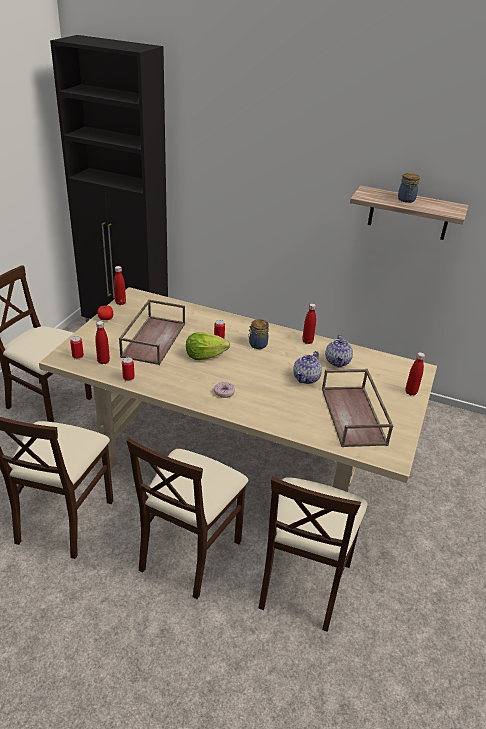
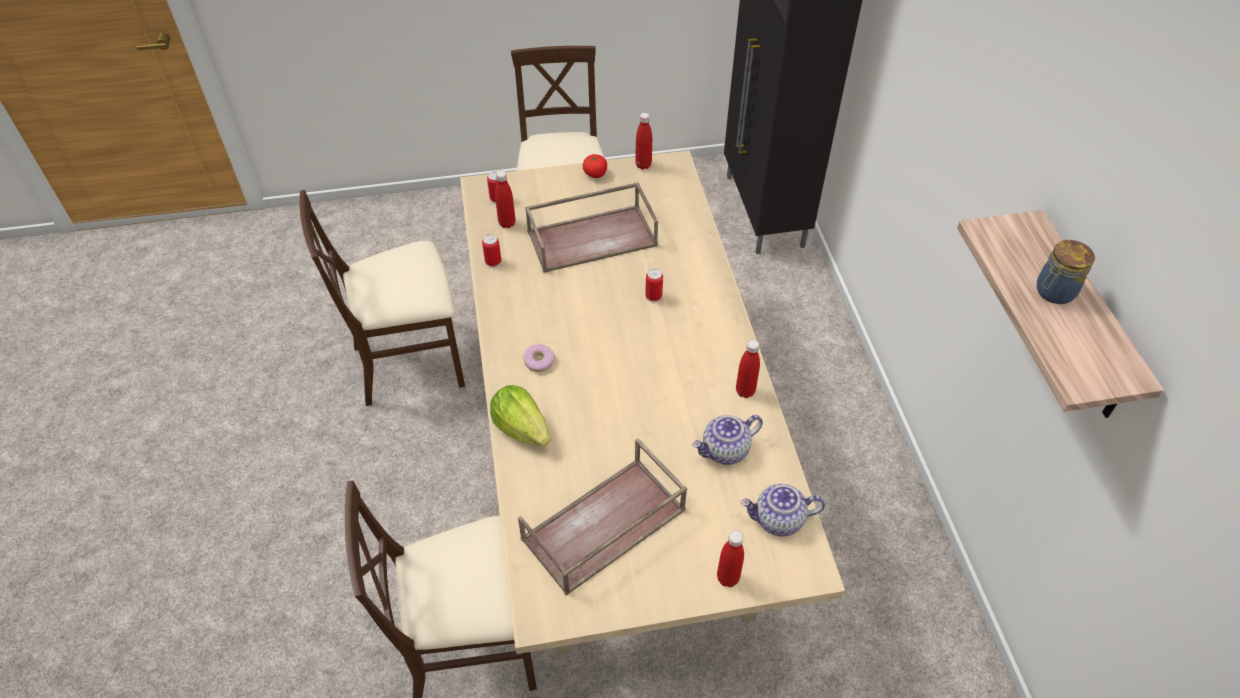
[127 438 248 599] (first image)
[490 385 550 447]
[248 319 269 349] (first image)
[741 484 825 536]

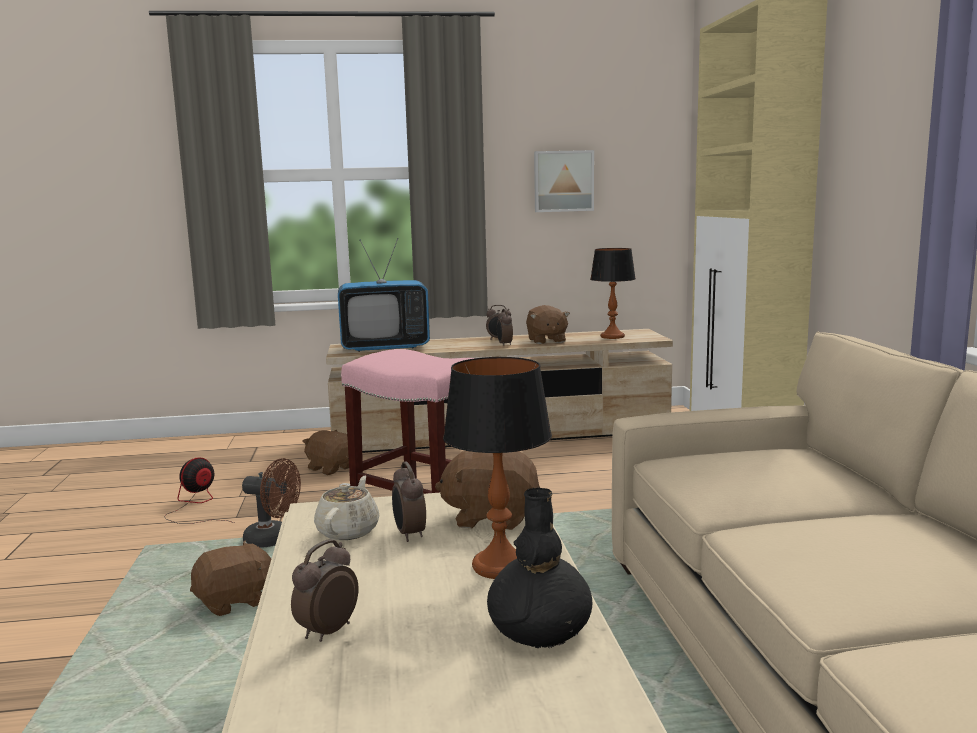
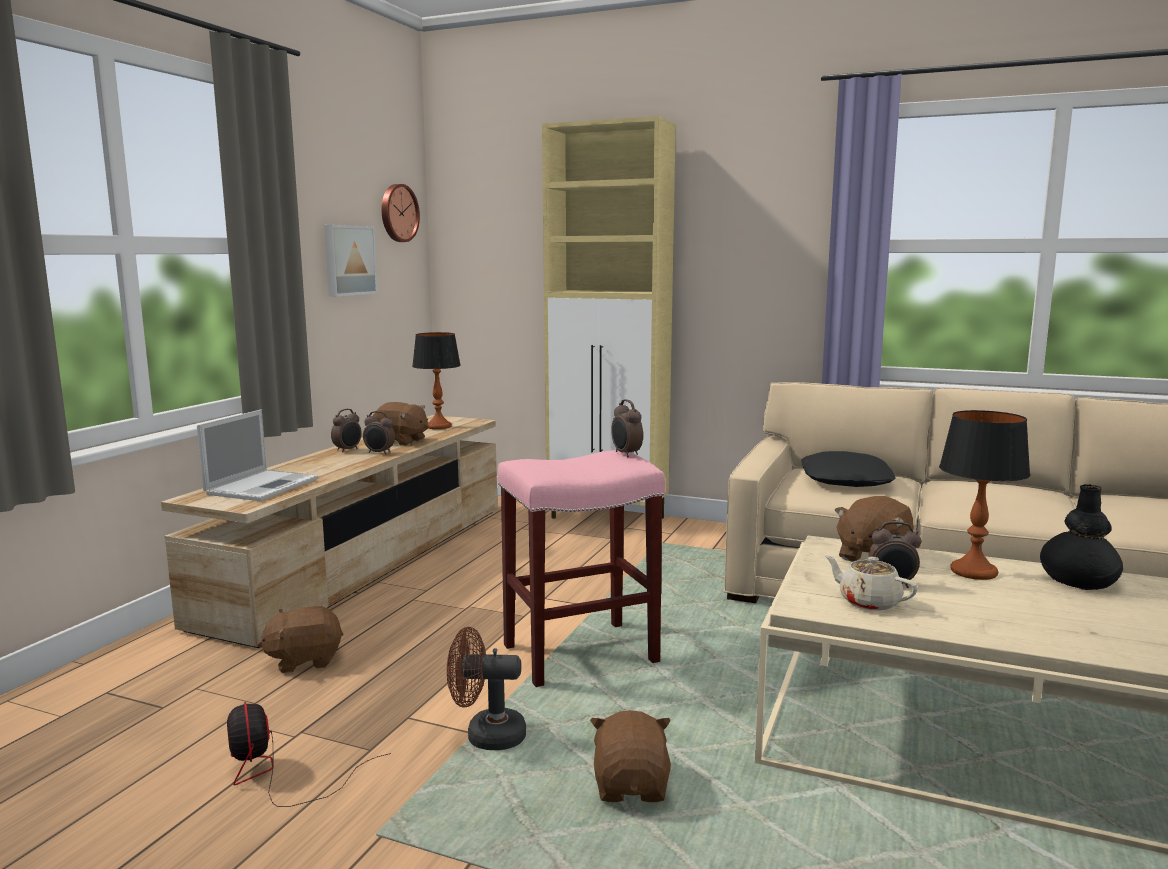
[447 627 526 750]
[611 399 643 457]
[197 410 318 501]
[381 184 420 242]
[801 451 896 487]

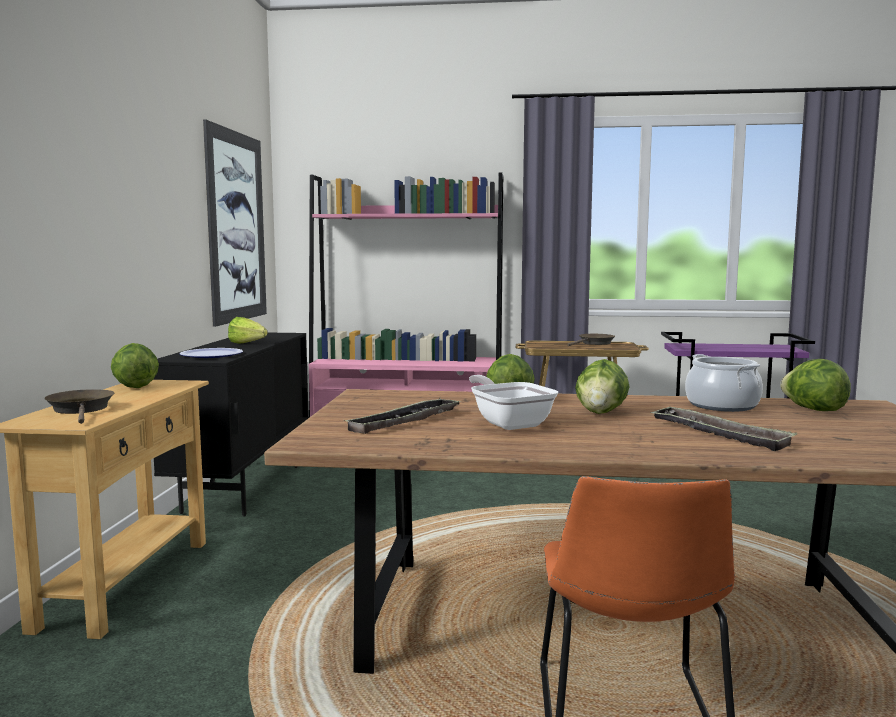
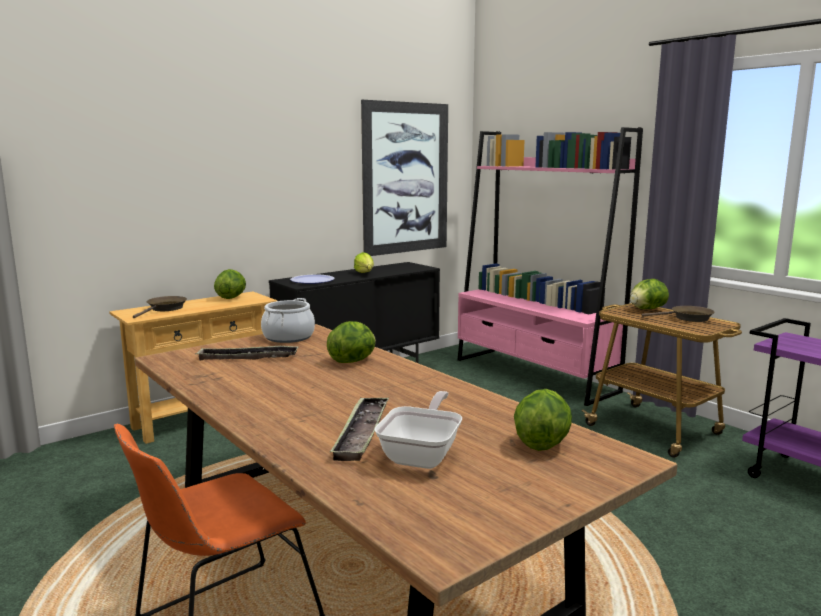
[374 391 462 469]
[630 279 669 309]
[261 298 315 343]

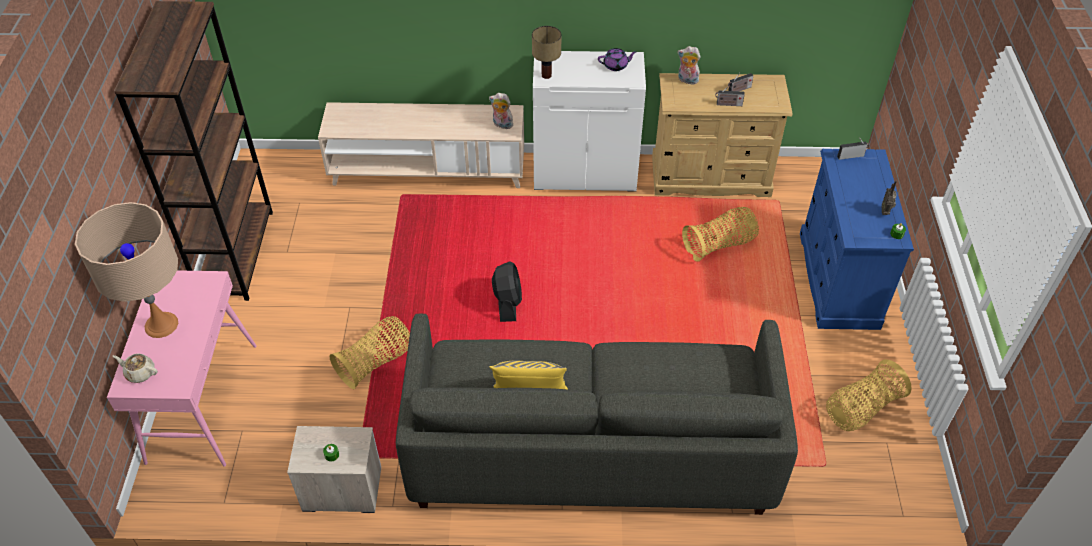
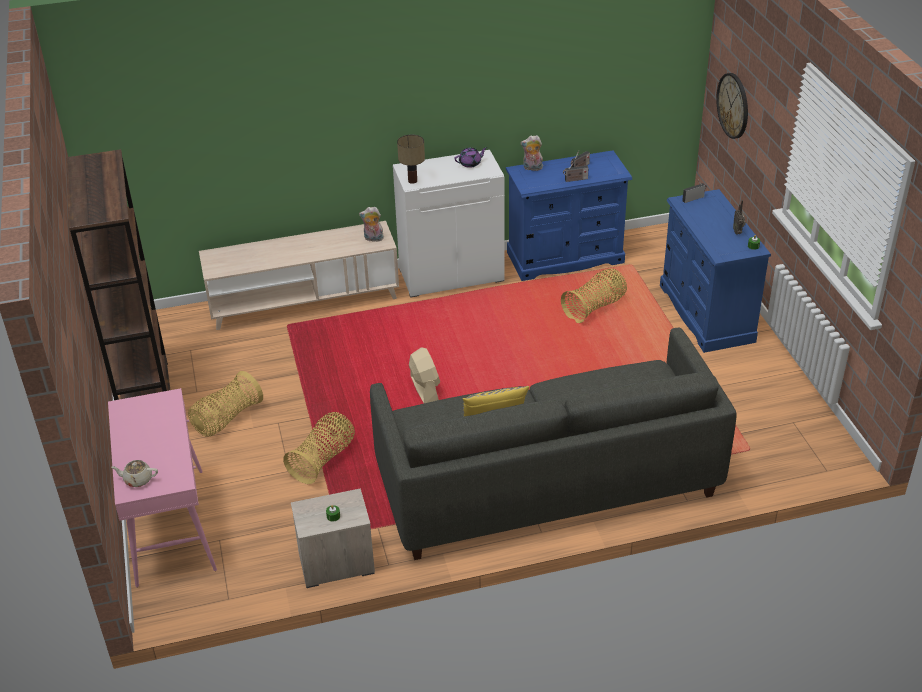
[75 202 178 338] (first image)
[409 347 440 403]
[506 150 632 281]
[188 371 263 437]
[716 73 748 139]

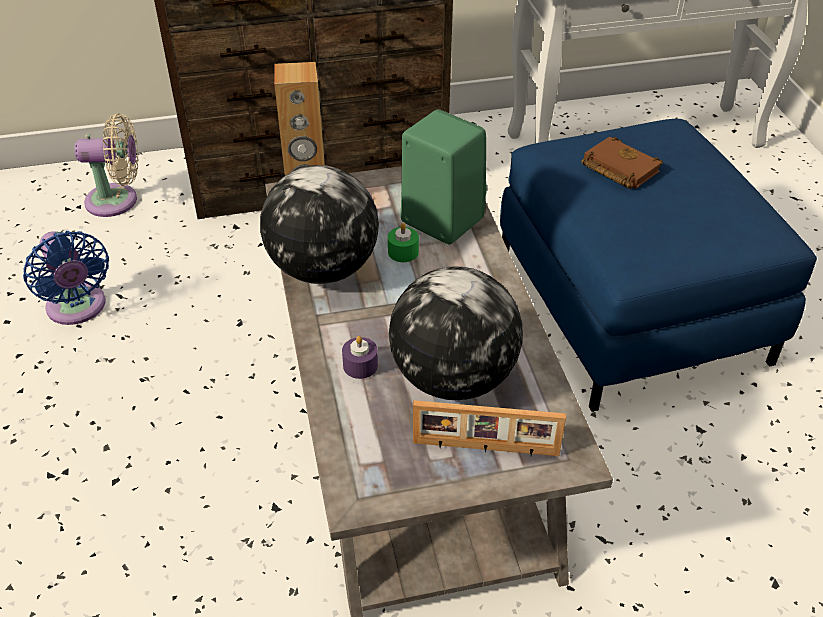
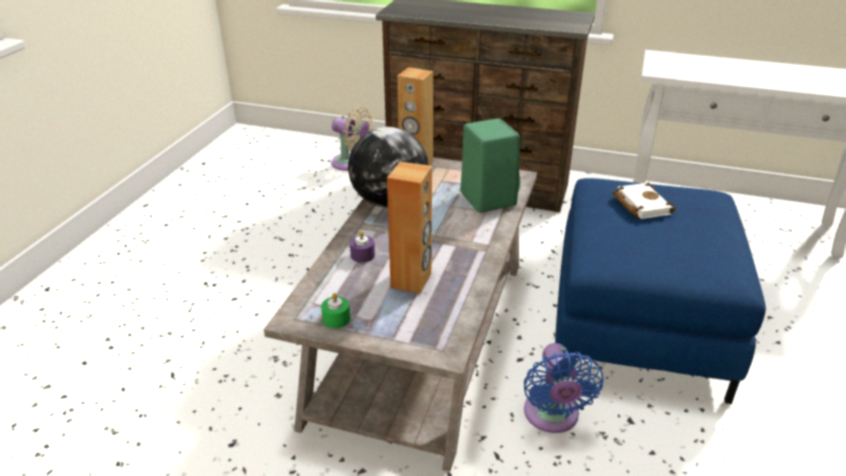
[524 343 604 433]
[321 293 350 328]
[387 162 432 294]
[413 400 566 456] (first image)
[612 183 676 219]

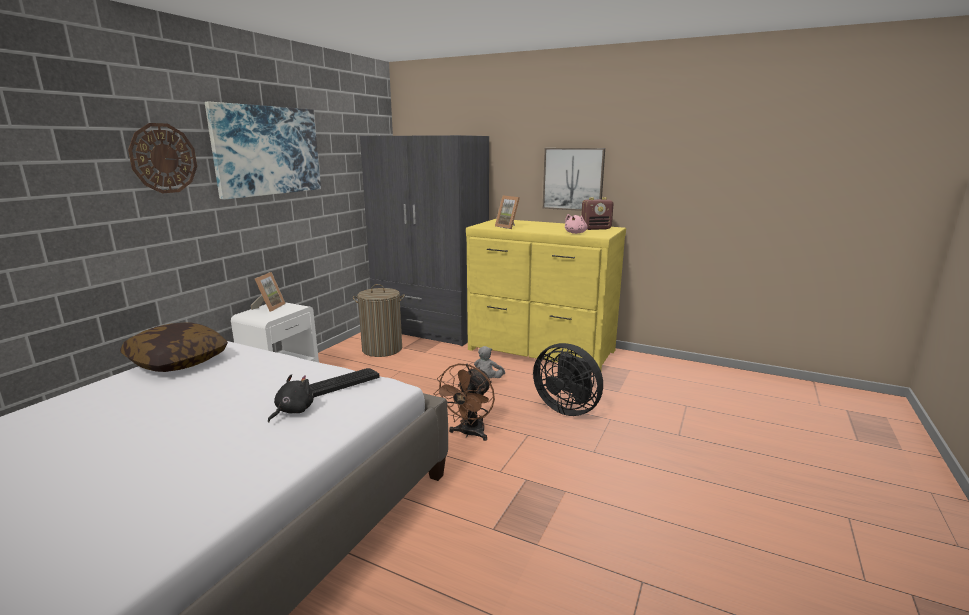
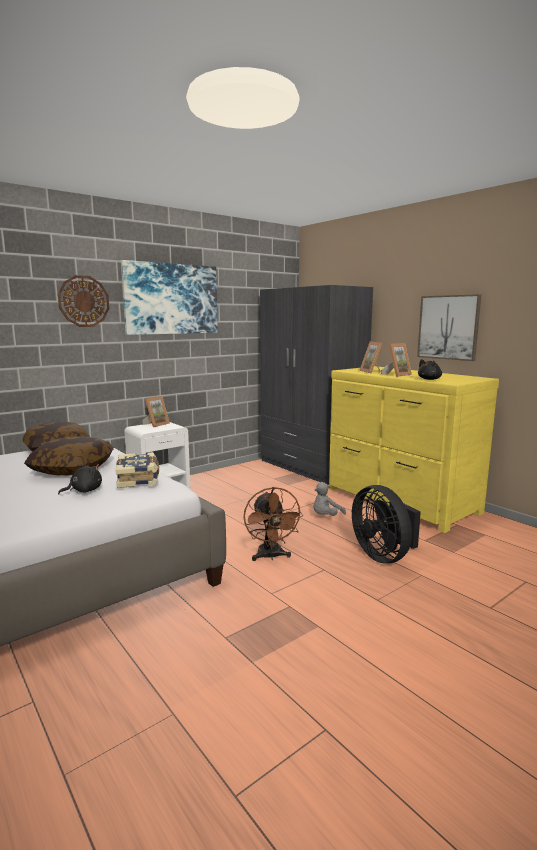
[115 452 159 488]
[353 284 405 357] (first image)
[244 487 303 561]
[418 359 442 380]
[581 197 614 230] (first image)
[24 436 114 476]
[381 343 412 377]

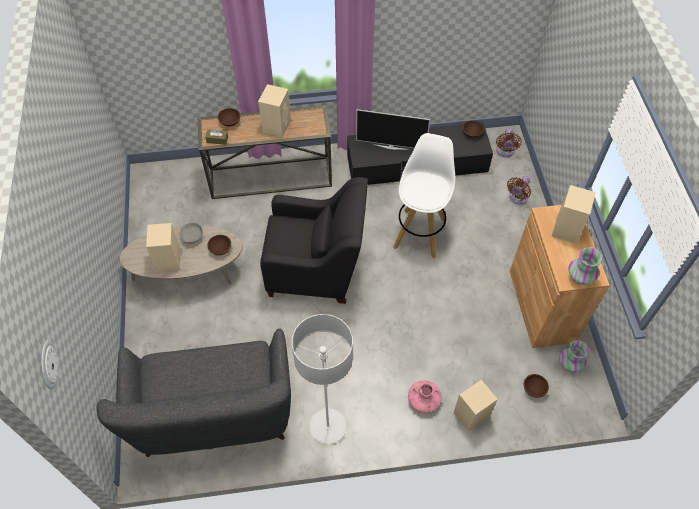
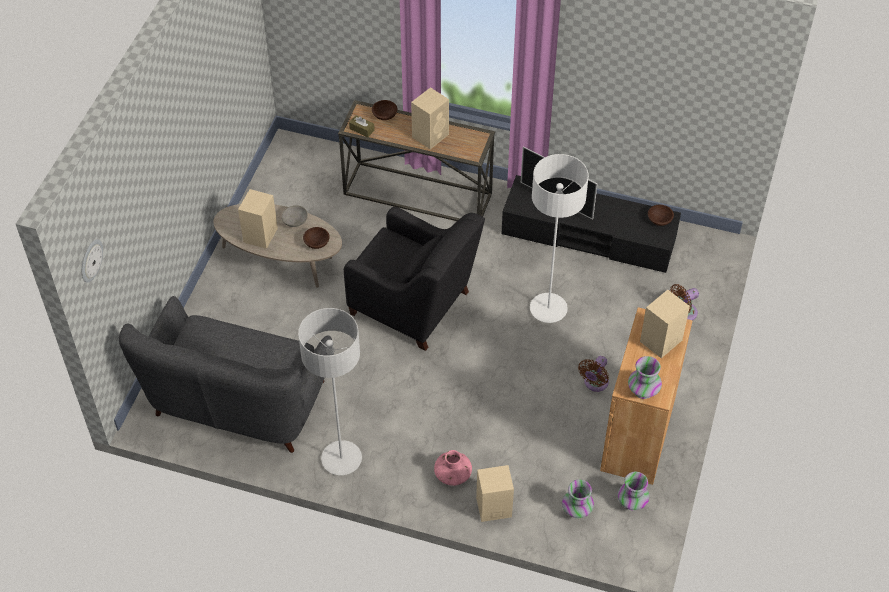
[530 154 589 323]
[578 356 609 392]
[562 479 594 518]

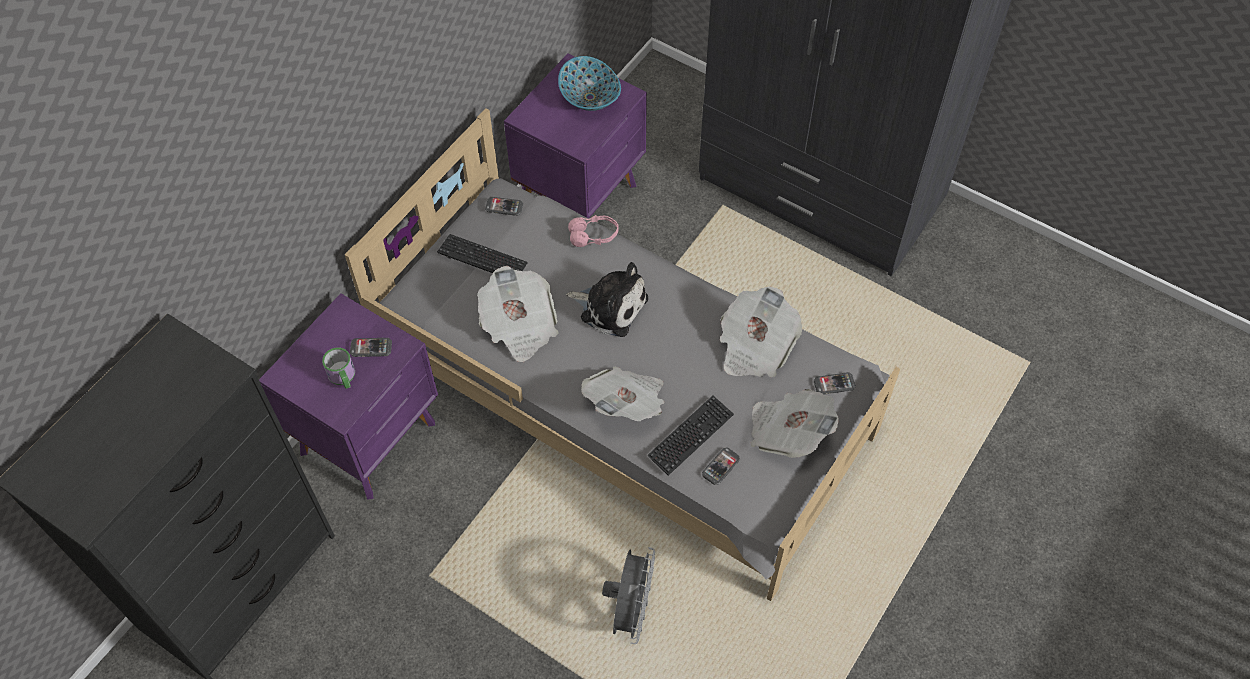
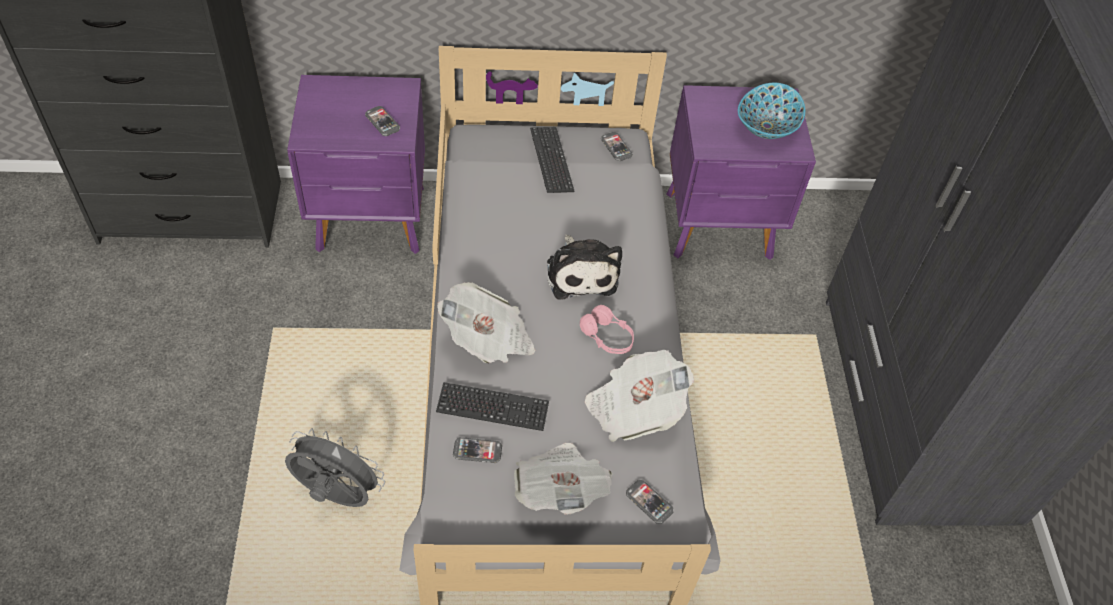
[322 347 355 389] (first image)
[477 266 558 362] (first image)
[580 305 634 354]
[285 428 385 507]

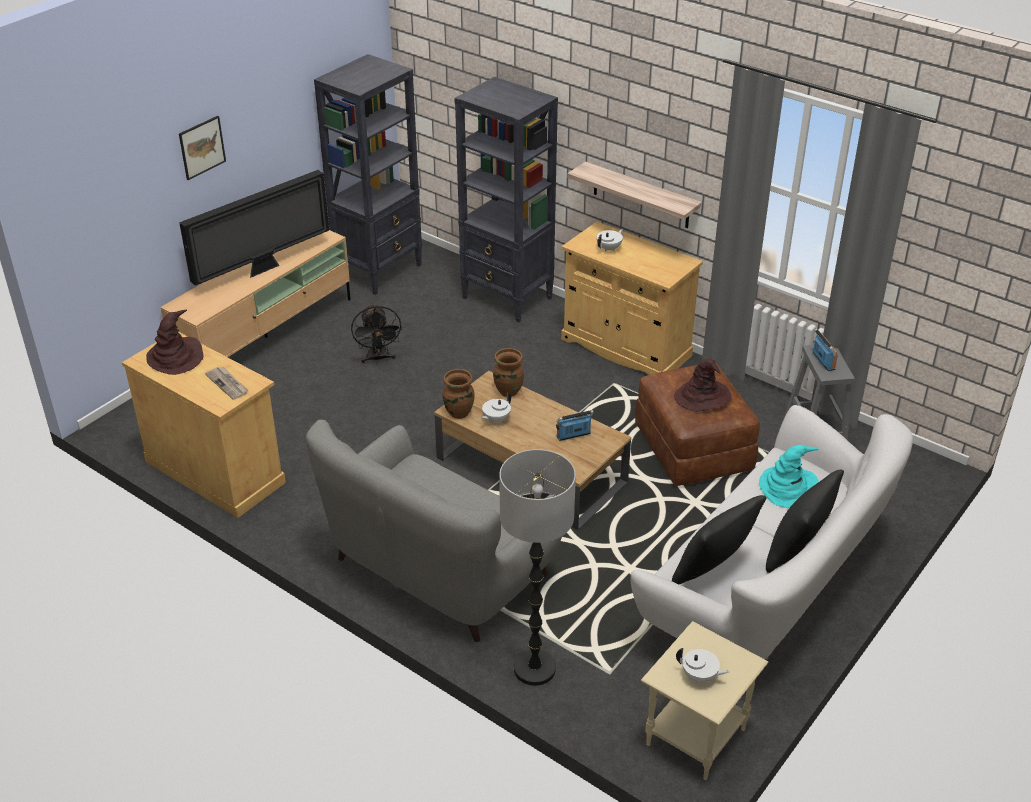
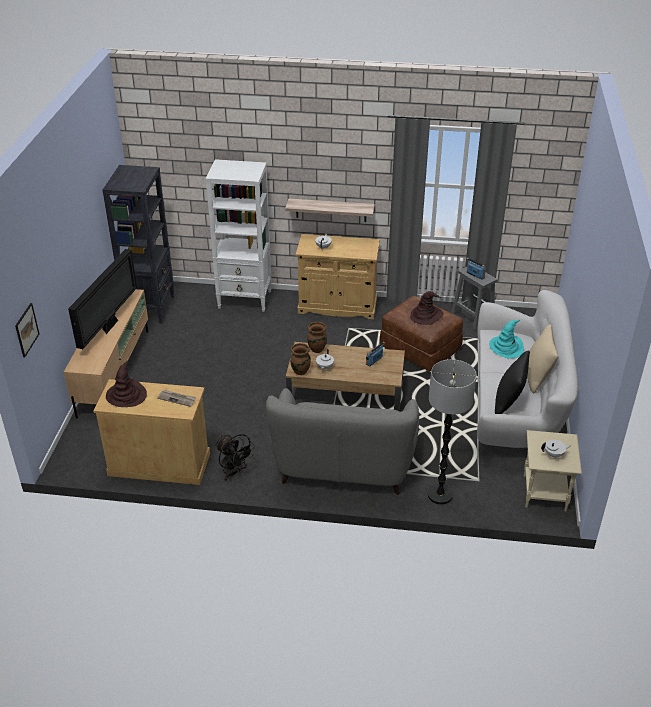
[15 303 39 357]
[215 434 255 481]
[206 159 271 312]
[527 325 558 394]

